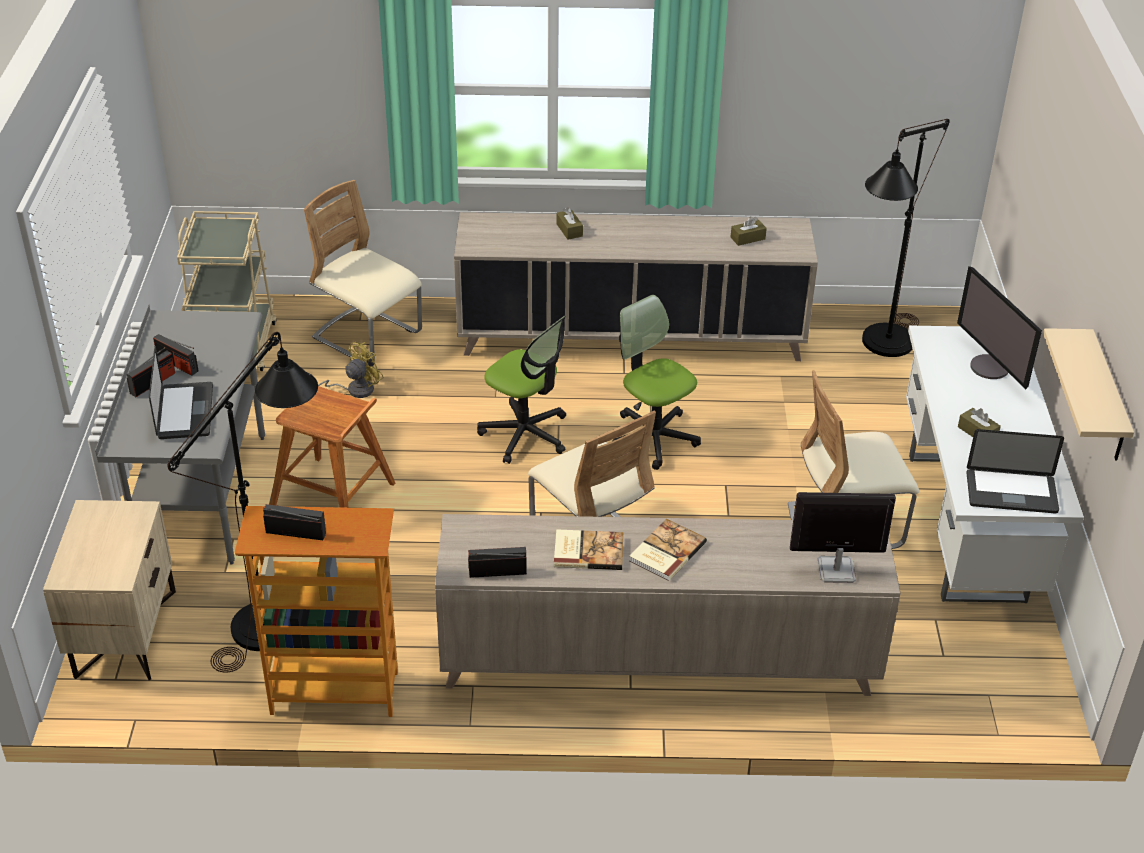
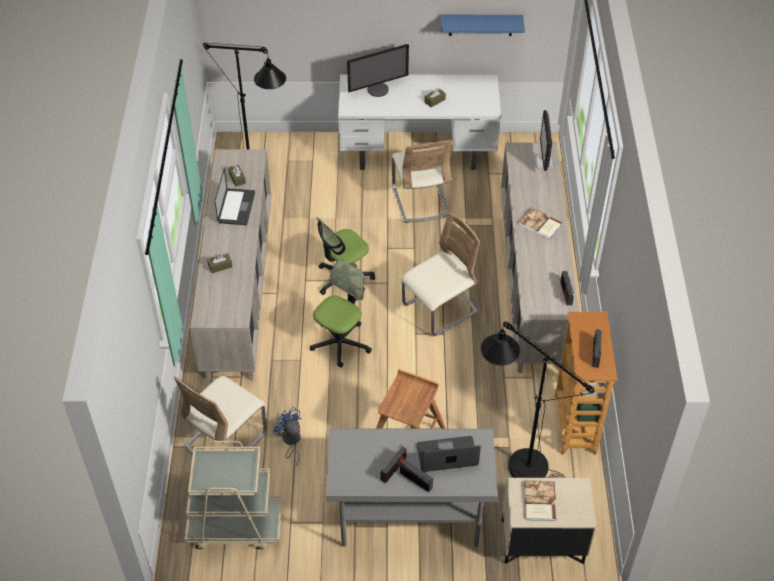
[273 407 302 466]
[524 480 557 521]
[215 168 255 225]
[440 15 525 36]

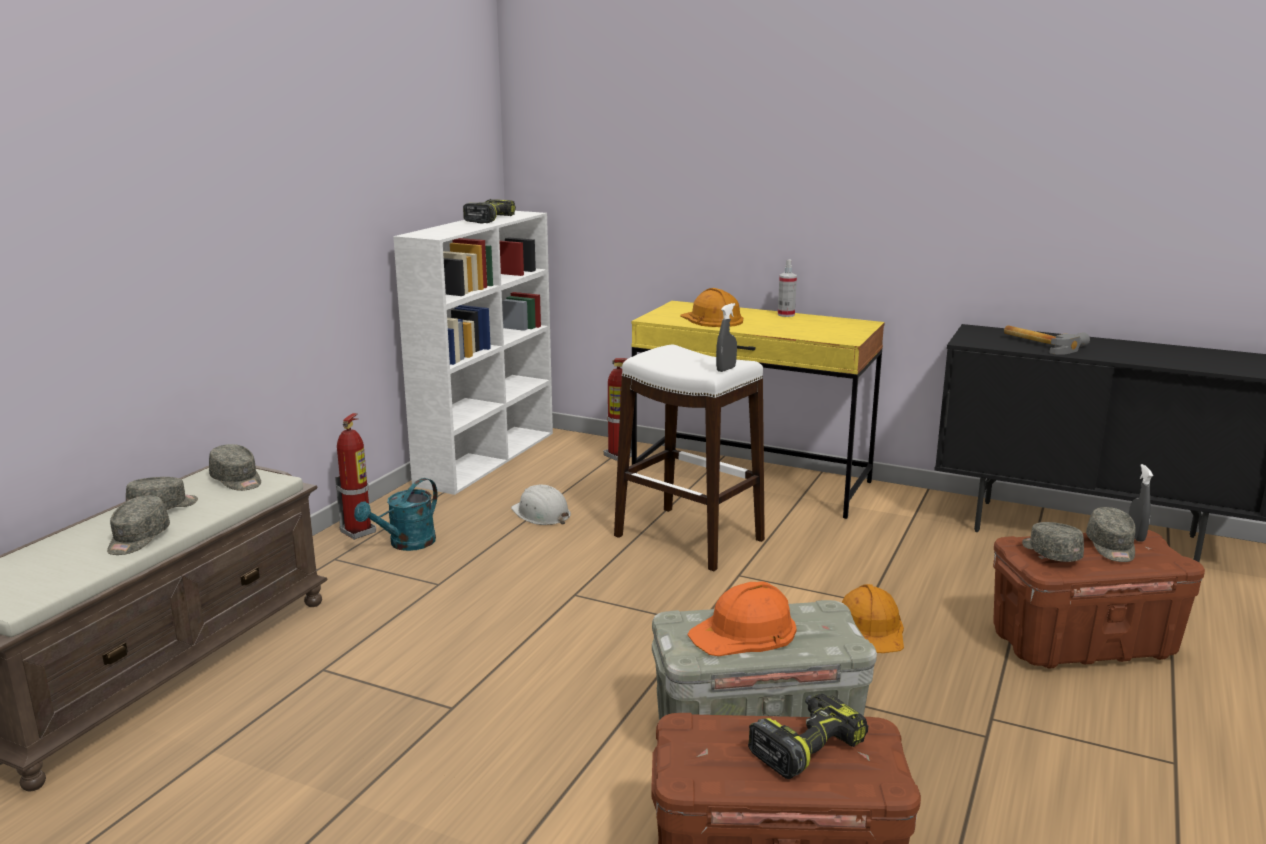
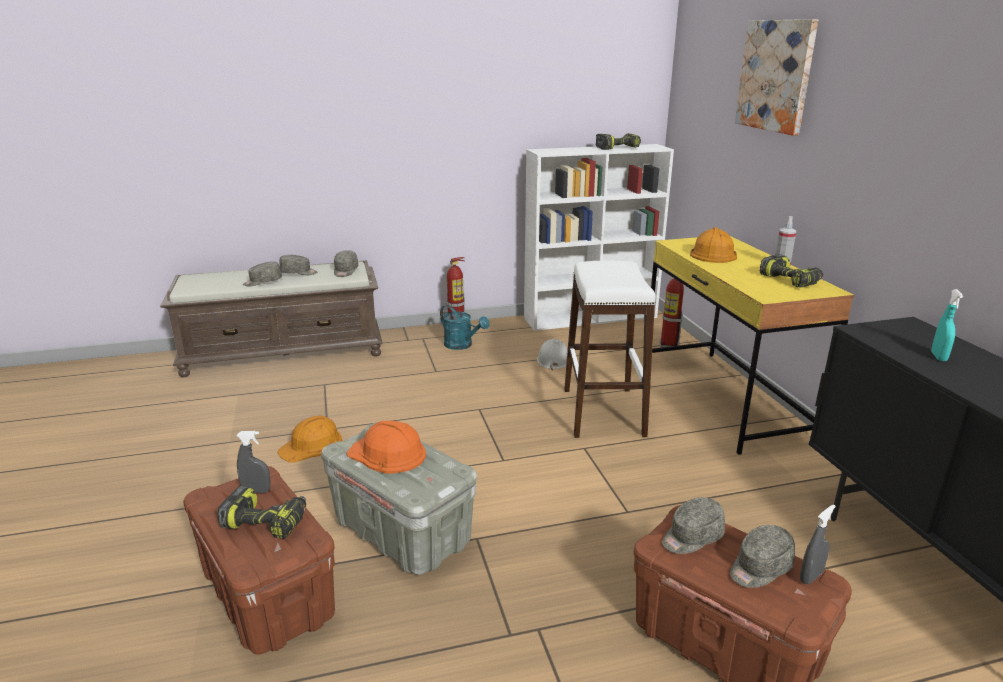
[440 305 489 350]
[236 431 271 493]
[277 416 342 462]
[931 289 963 361]
[662 497 725 554]
[735 19 818 135]
[760 255 824 288]

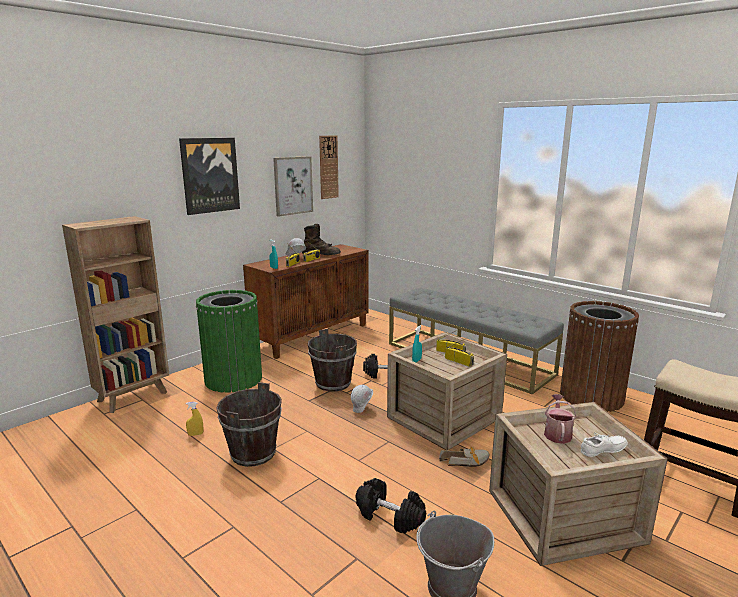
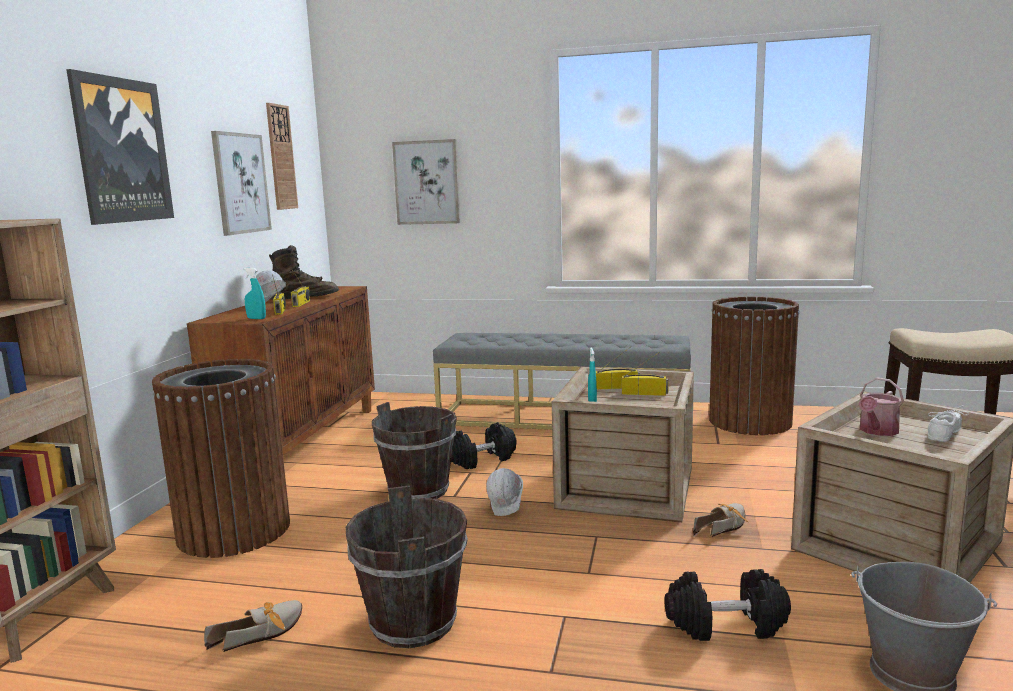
[204 600 302 652]
[152 359 290 558]
[859 378 904 436]
[392 139 461 225]

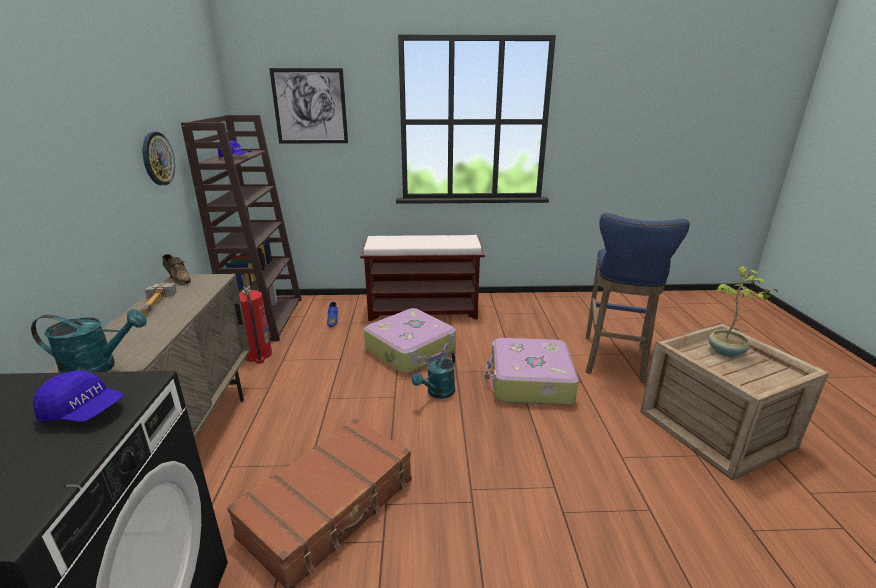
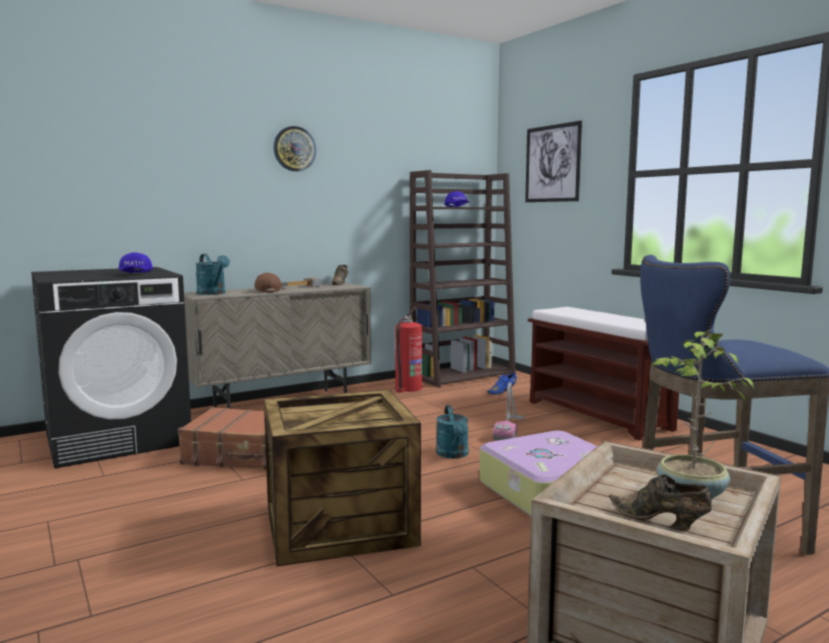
[274 126 316 171]
[493 383 524 440]
[436 405 469 459]
[254 273 282 293]
[264 390 421 566]
[609 474 712 530]

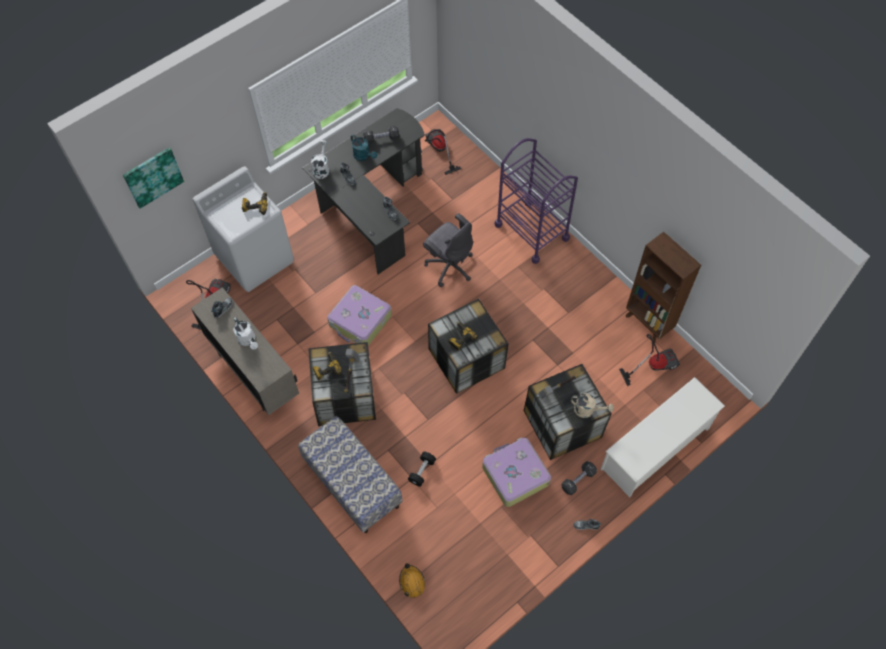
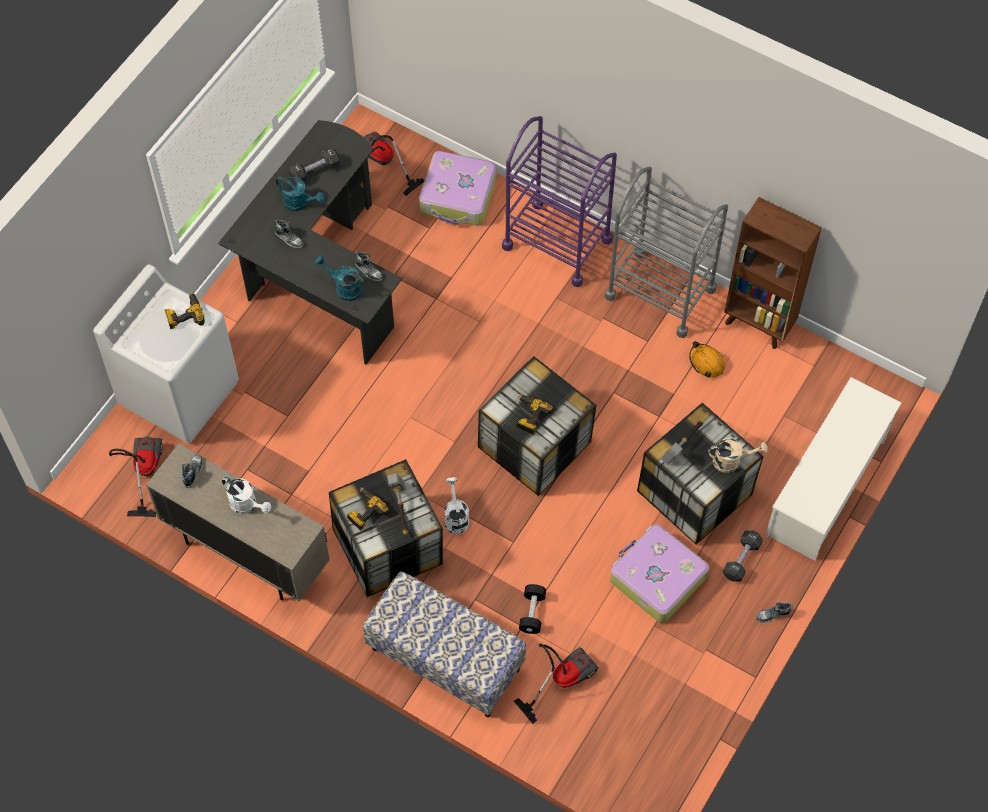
[123 147 184 208] (first image)
[445 477 469 534]
[419 151 497 226]
[689 341 725 378]
[423 213 473 287] (first image)
[514 644 599 724]
[315 255 365 301]
[605 167 728 338]

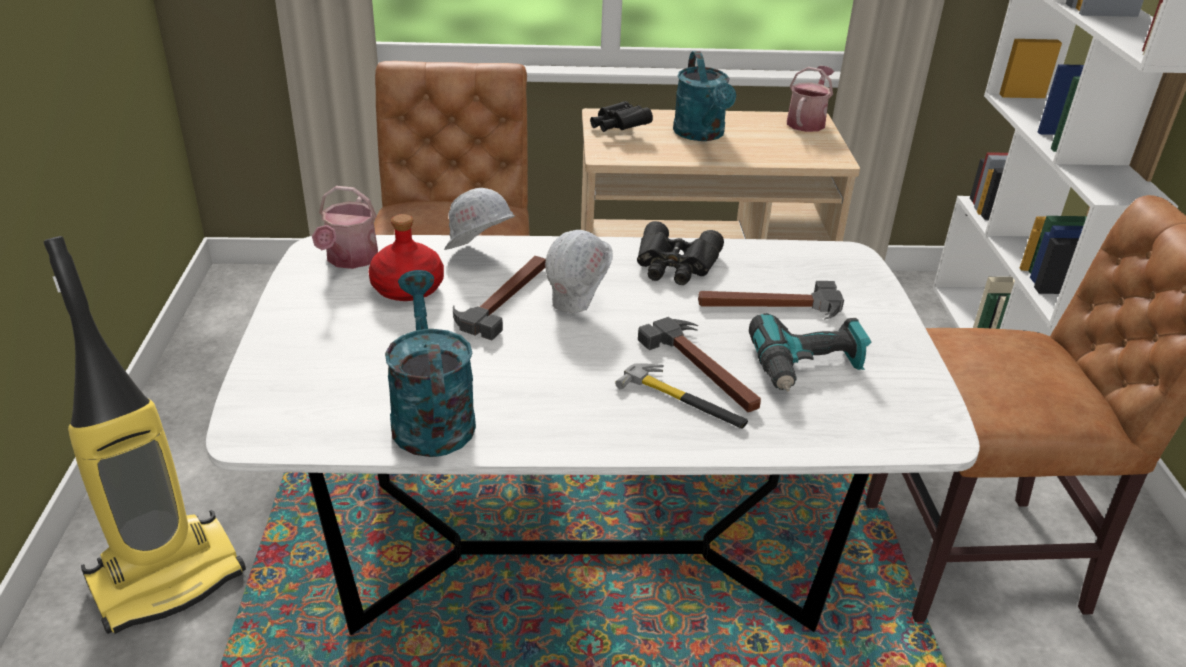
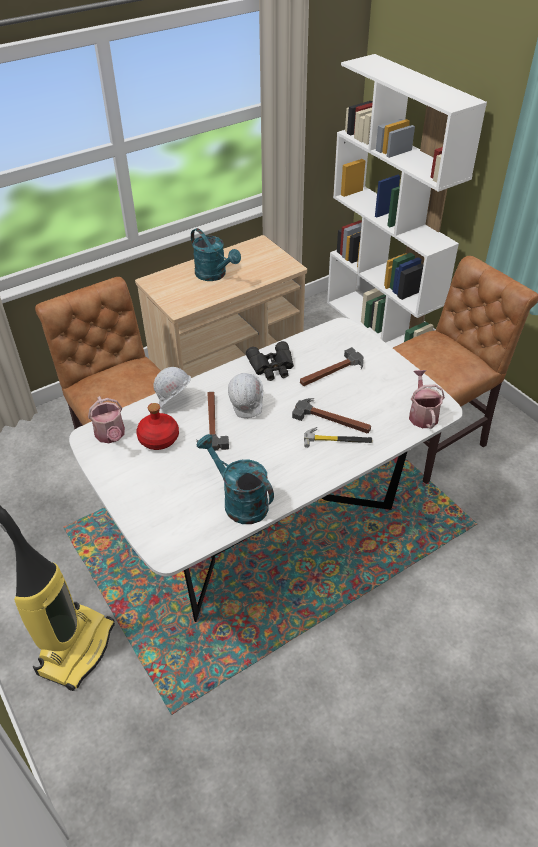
[590 101 653 132] (first image)
[749 313 871 391] (first image)
[409 370 445 429]

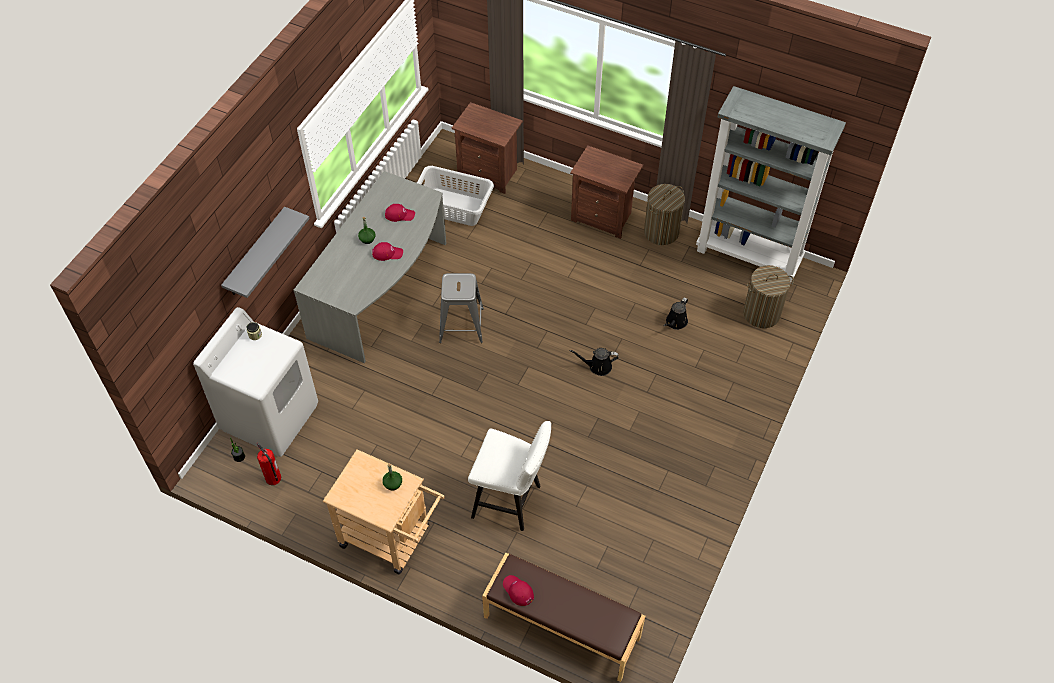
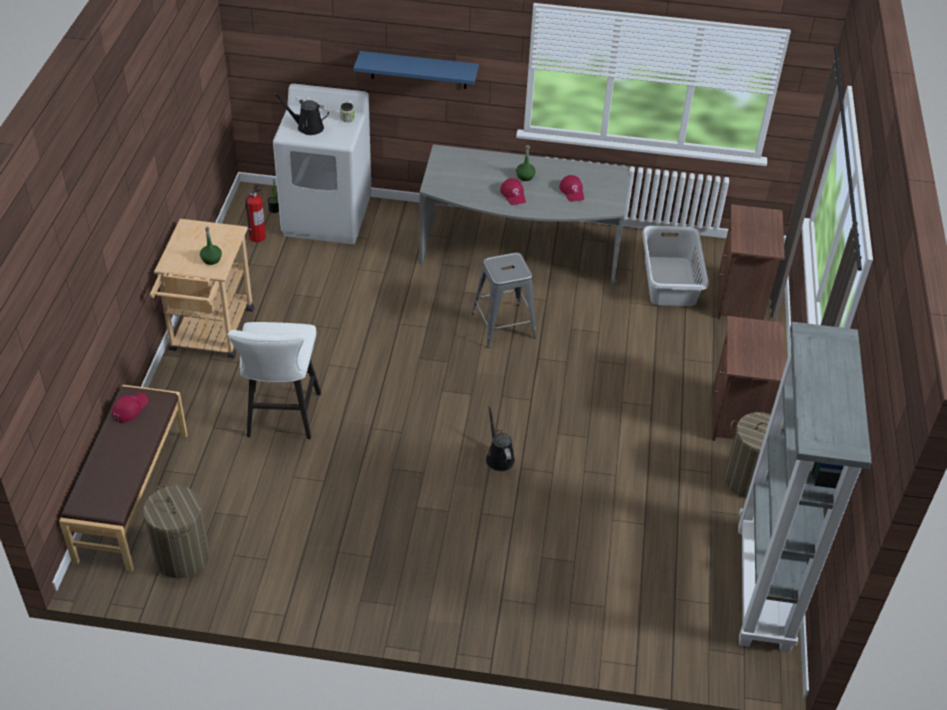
[354 51 479 89]
[274 93 329 135]
[143 485 210 578]

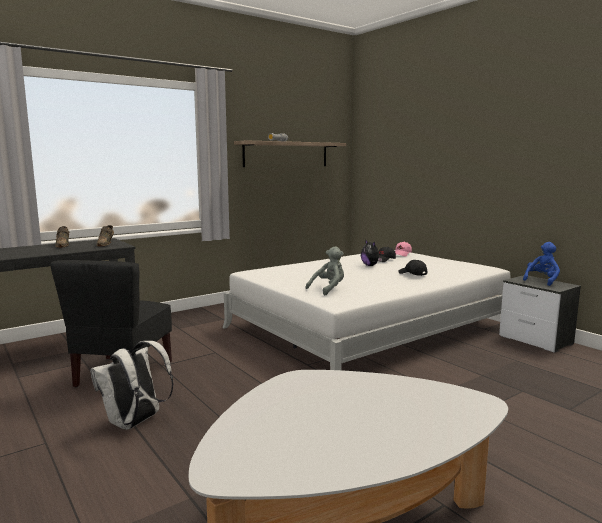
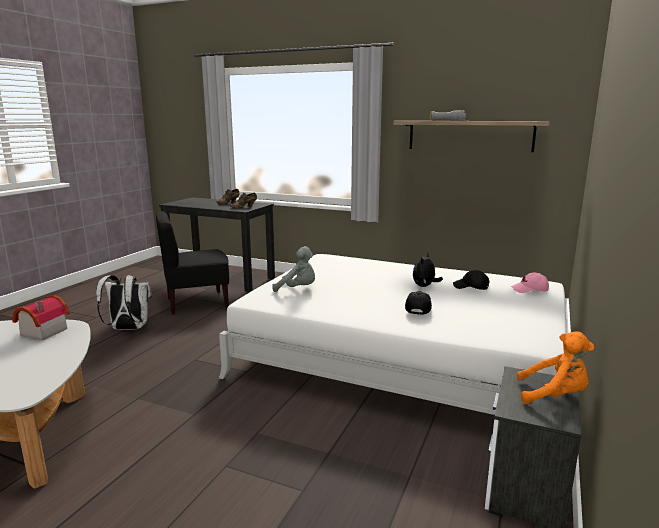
[517 332 595 404]
[12 295 70 340]

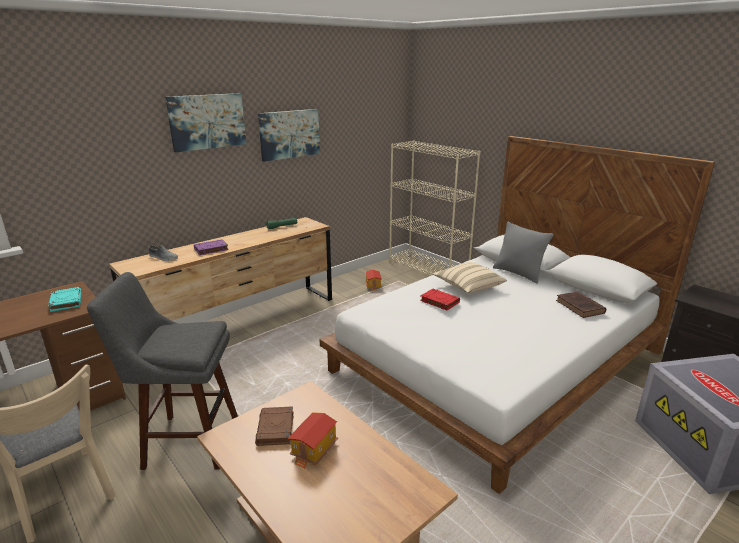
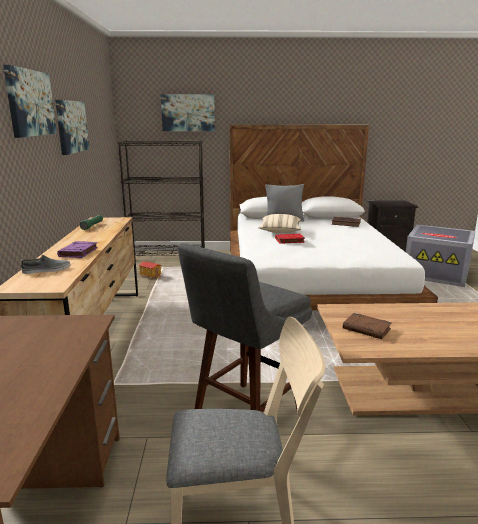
[48 287 82 312] (first image)
[288 412 338 469] (first image)
[118 140 205 256]
[161 94 215 131]

